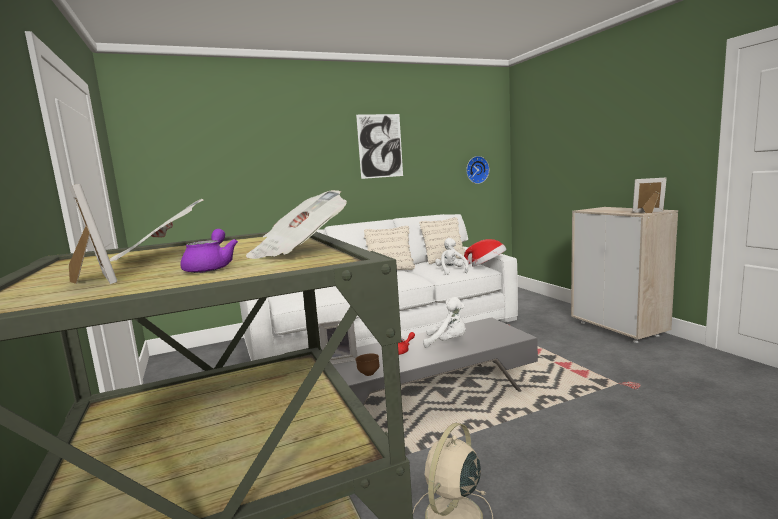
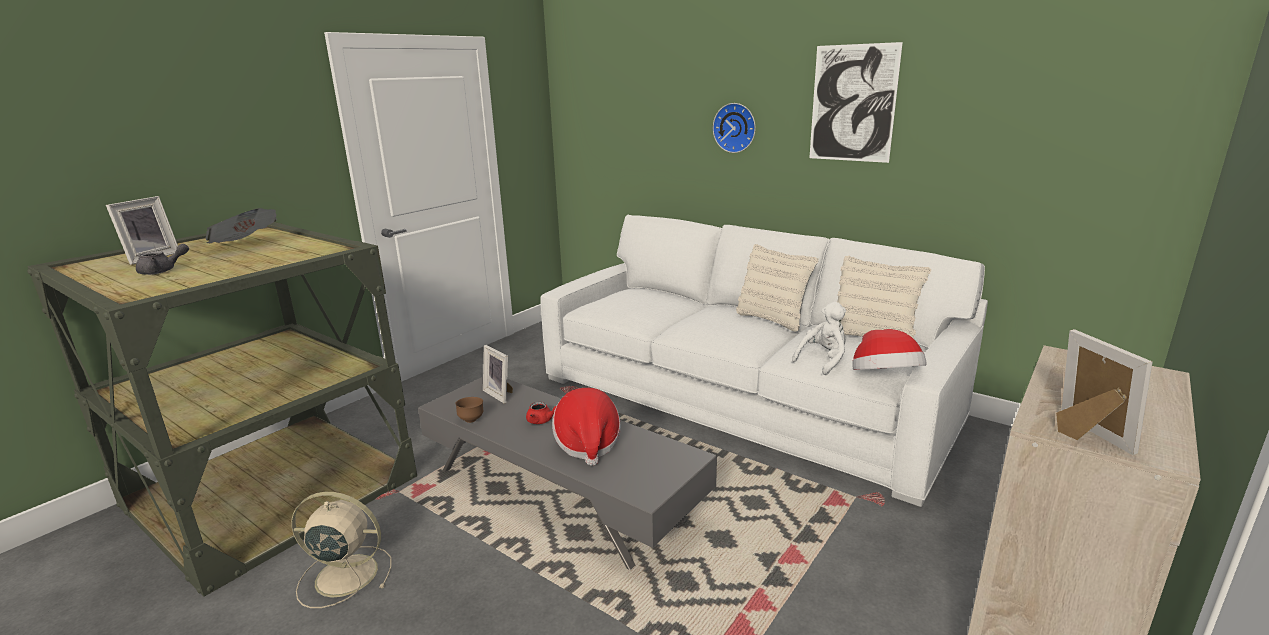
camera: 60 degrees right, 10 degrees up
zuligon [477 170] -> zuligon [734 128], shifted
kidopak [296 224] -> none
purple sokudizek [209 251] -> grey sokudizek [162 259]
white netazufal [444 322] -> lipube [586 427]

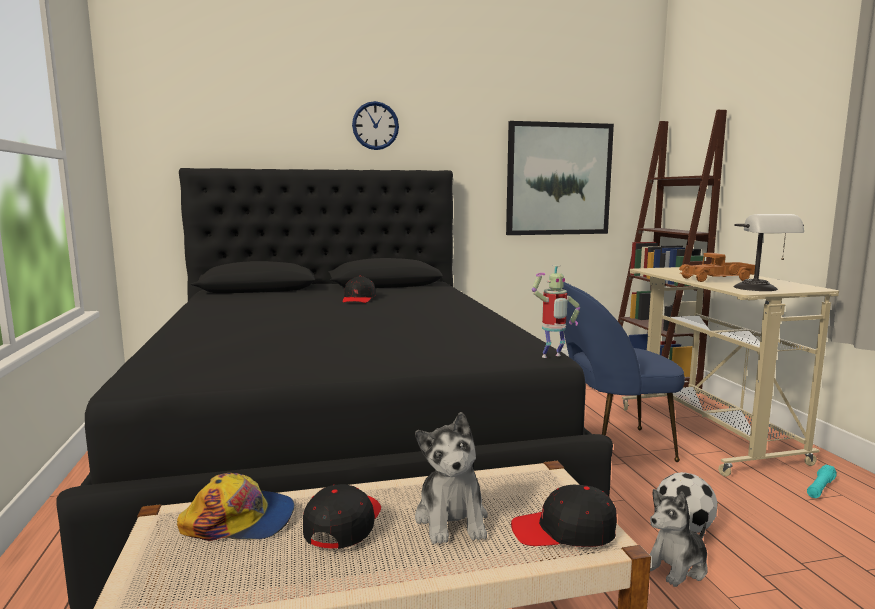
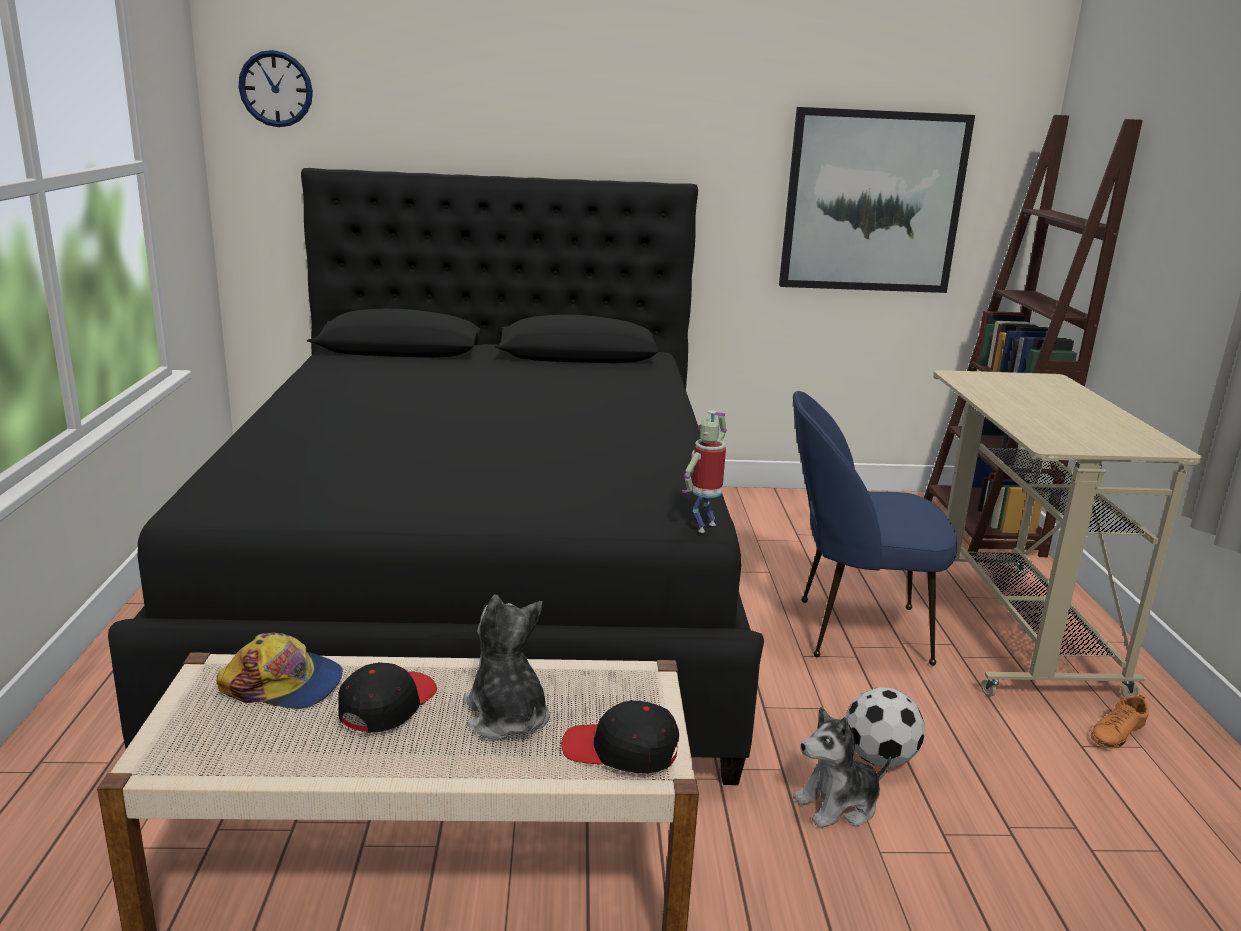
camera: 10 degrees right, 10 degrees up
zuligon [375 125] -> zuligon [275 88], shifted
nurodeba [768 252] -> none
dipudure [717 267] -> none
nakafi [556 311] -> nakafi [704 471], 135 degrees clockwise
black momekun [359 289] -> none
netazufal [451 478] -> netazufal [506 667], 150 degrees clockwise
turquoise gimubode [822 481] -> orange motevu [1120 721]

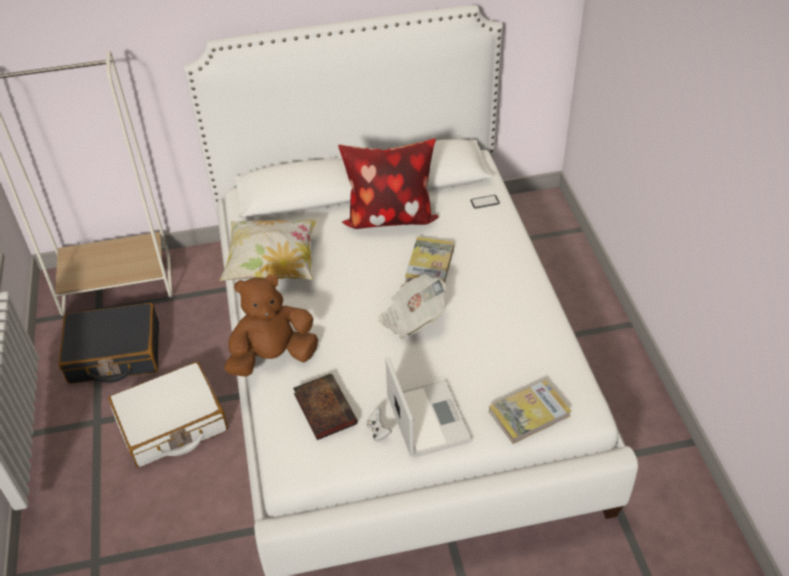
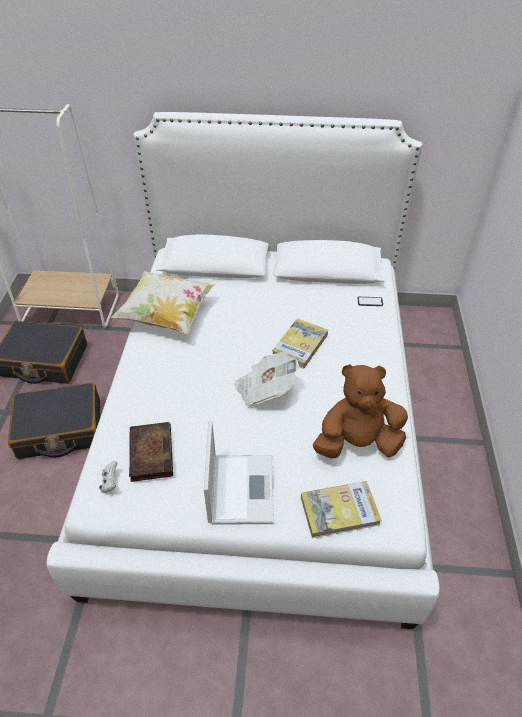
camera: 15 degrees right, 0 degrees up
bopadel [388 183] -> none
brown netazufal [271 326] -> brown netazufal [360 411], shifted
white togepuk [168 415] -> black togepuk [54 421]
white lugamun [379 425] -> white lugamun [108 477], shifted

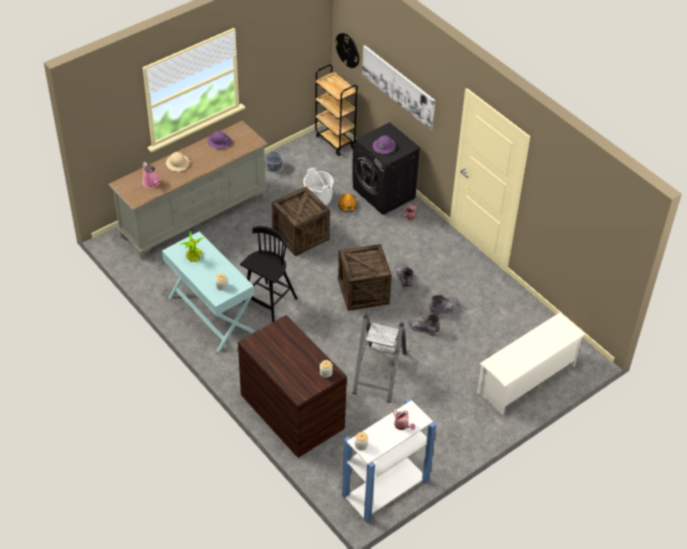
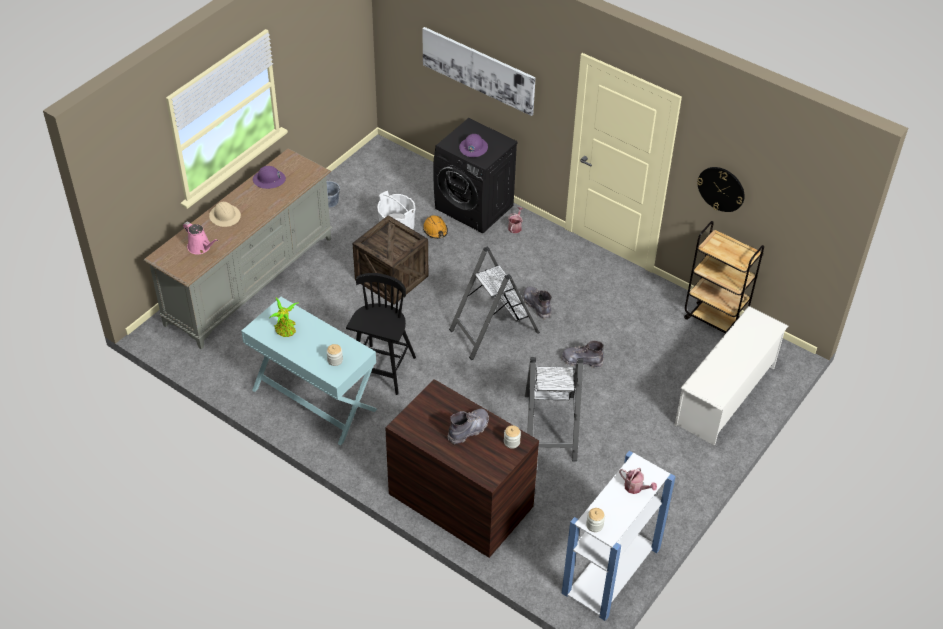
camera: 15 degrees left, 0 degrees up
zuligon [347 50] -> zuligon [721 189], shifted
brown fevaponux [336 110] -> brown fevaponux [724 277], shifted
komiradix [365 277] -> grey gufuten [494 303]
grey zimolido [443 305] -> grey zimolido [468 427], shifted

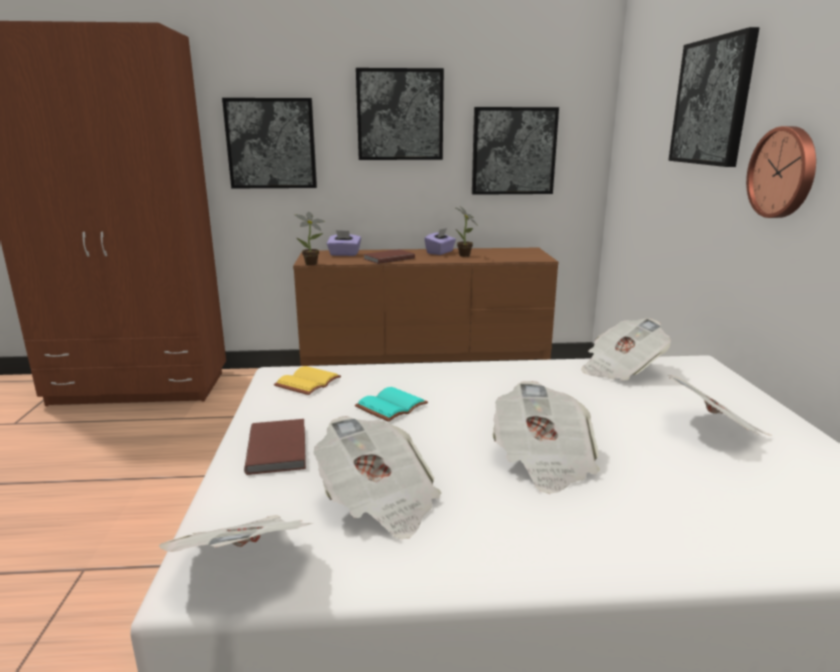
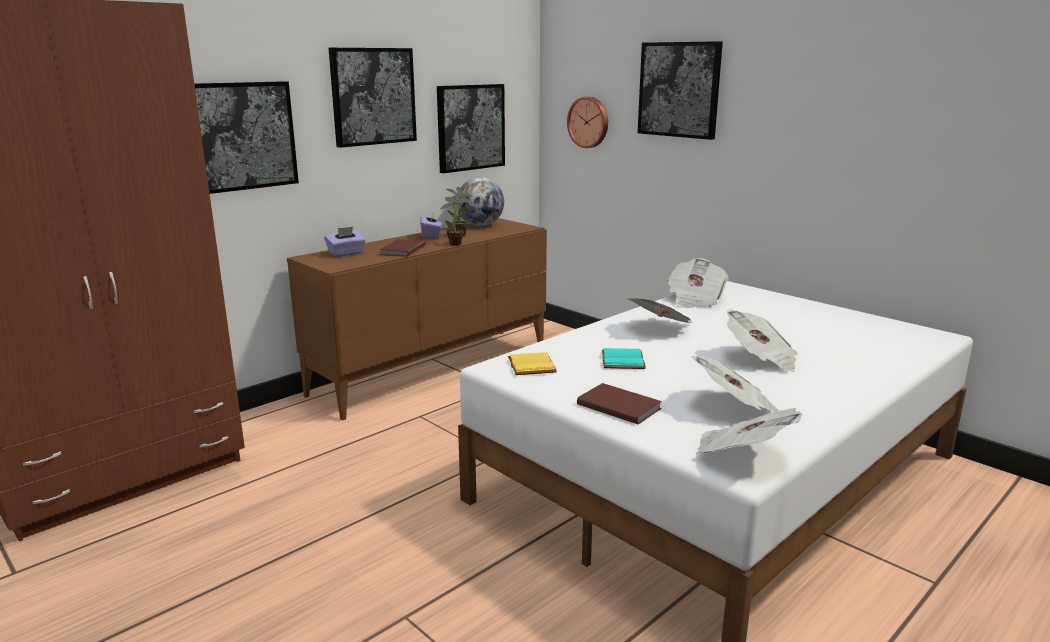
camera: 40 degrees left, 0 degrees up
zuligon [781 172] -> zuligon [587 122], shifted
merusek [310 238] -> merusek [455 219], shifted
kidopak [720 405] -> kidopak [660 310], shifted
none -> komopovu [481 201]

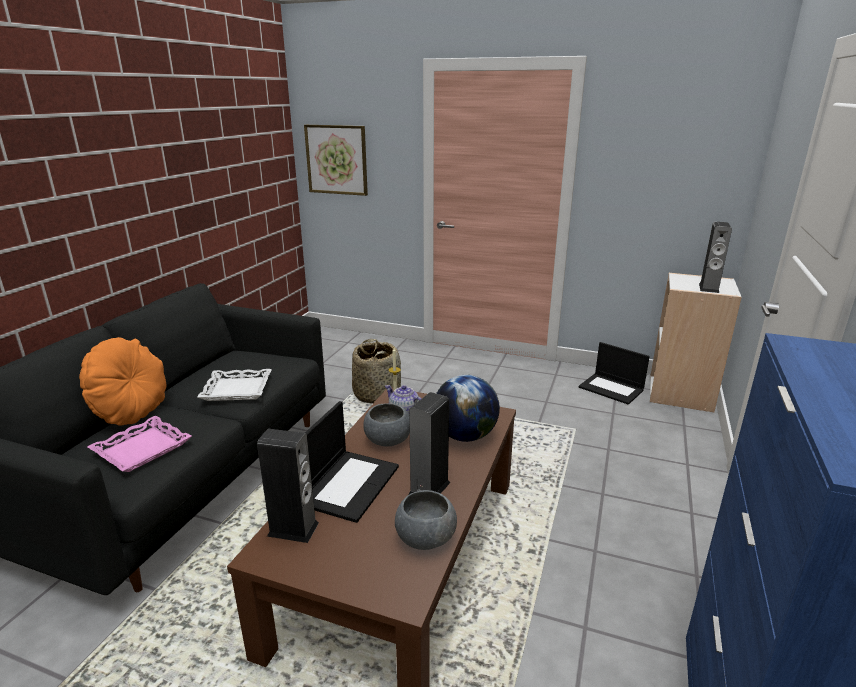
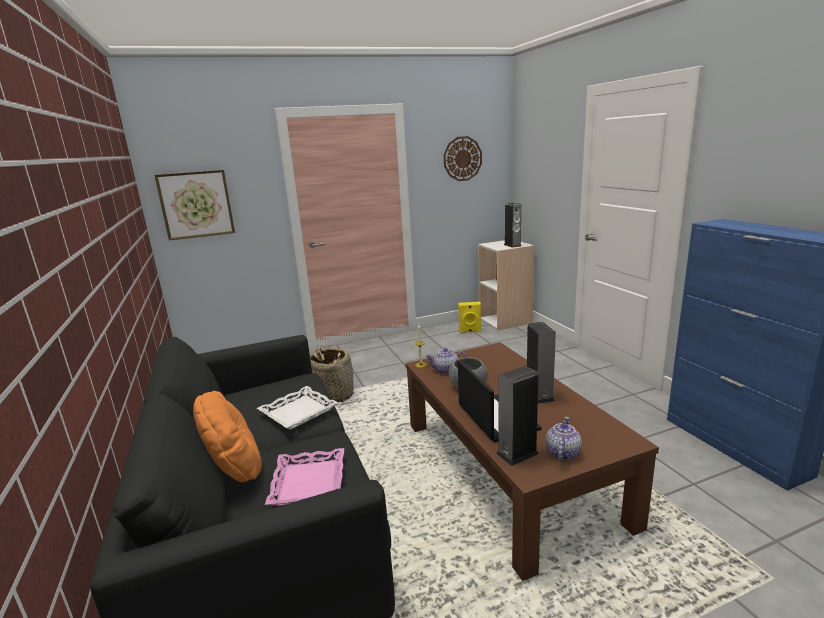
camera: 40 degrees left, 5 degrees down
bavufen [614 373] -> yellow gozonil [469 317]
komopovu [468 408] -> none
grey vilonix [426 520] -> none
none -> zuligon [463 158]
none -> sokudizek [563 438]

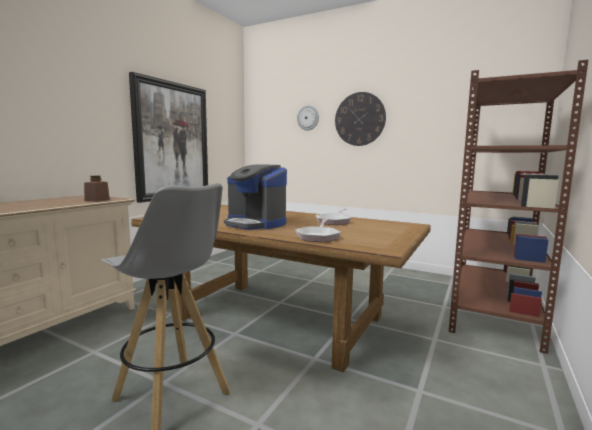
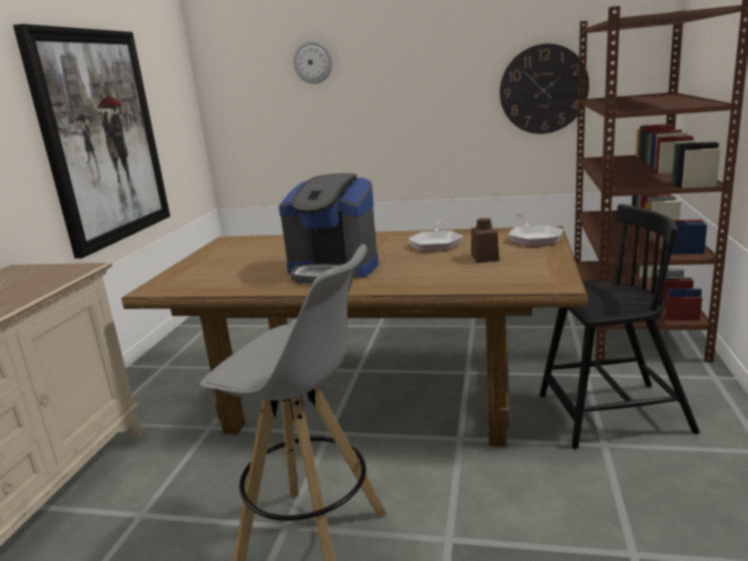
camera: 15 degrees left, 10 degrees up
zuligon [360 119] -> zuligon [544 89], shifted
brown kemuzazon [97 189] -> brown kemuzazon [485 240], shifted
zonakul [318 230] -> zonakul [535 230], shifted
none -> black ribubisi [619 326]

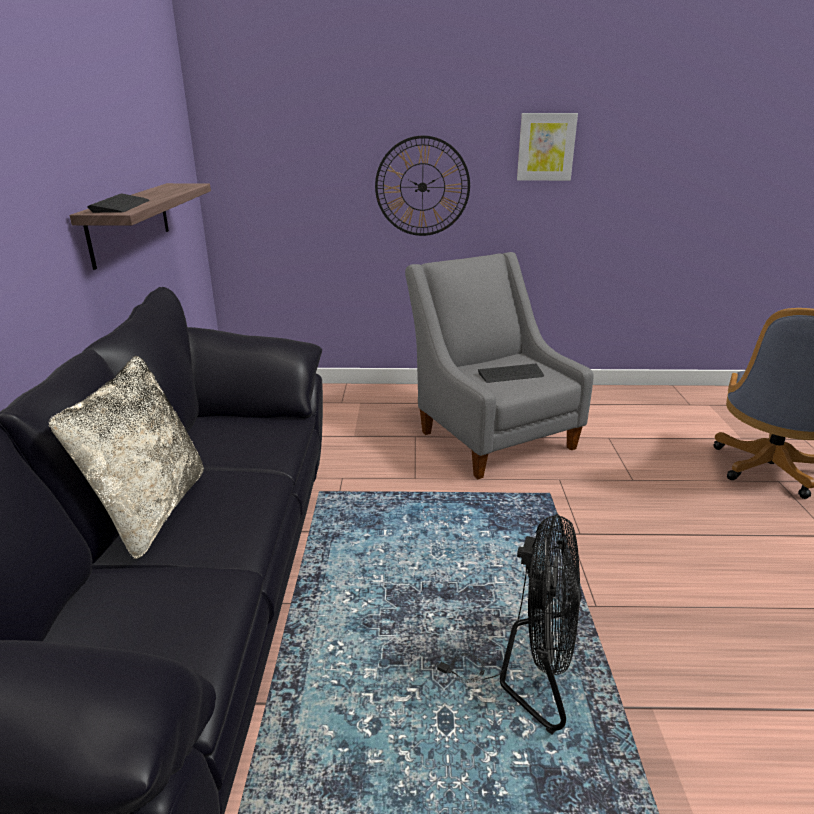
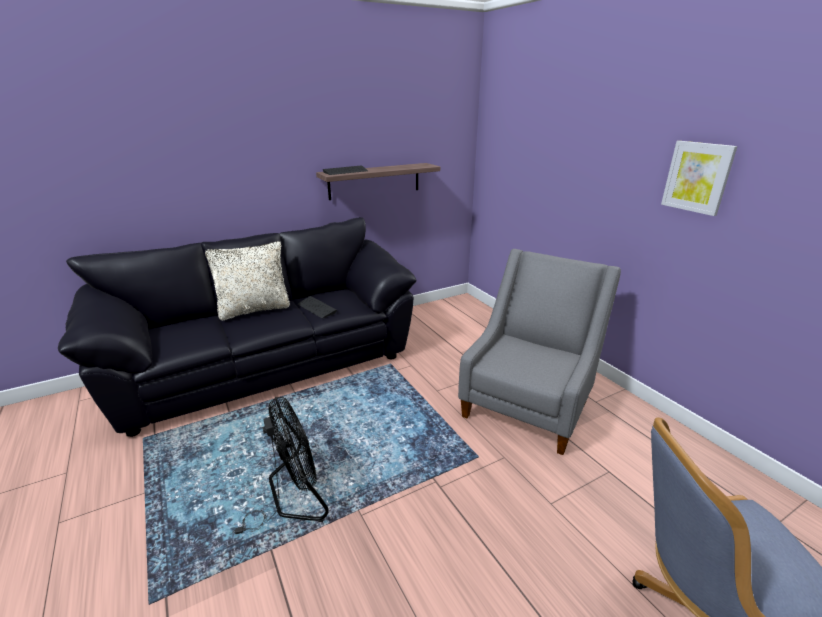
camera: 60 degrees right, 0 degrees up
zuligon [422 185] -> none
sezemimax [511 373] -> sezemimax [317 307], shifted
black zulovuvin [509 624] -> black zulovuvin [281 465], 105 degrees counterclockwise

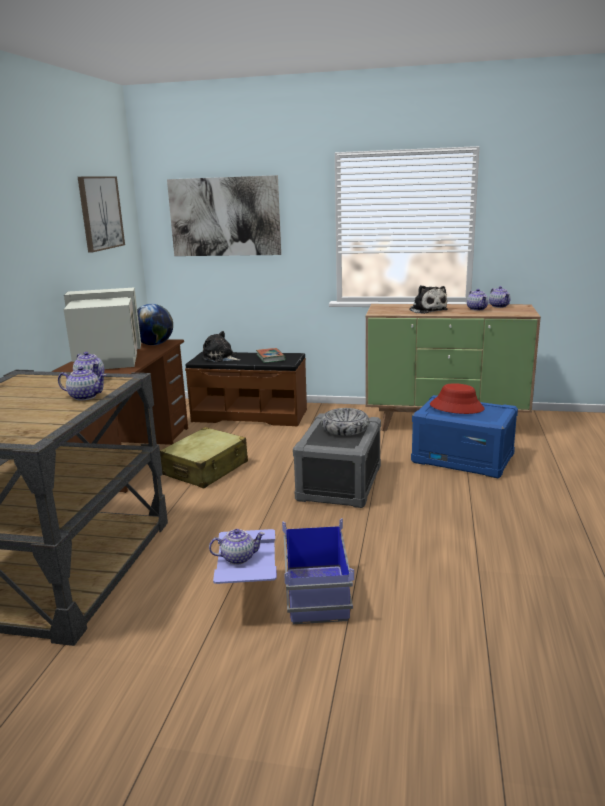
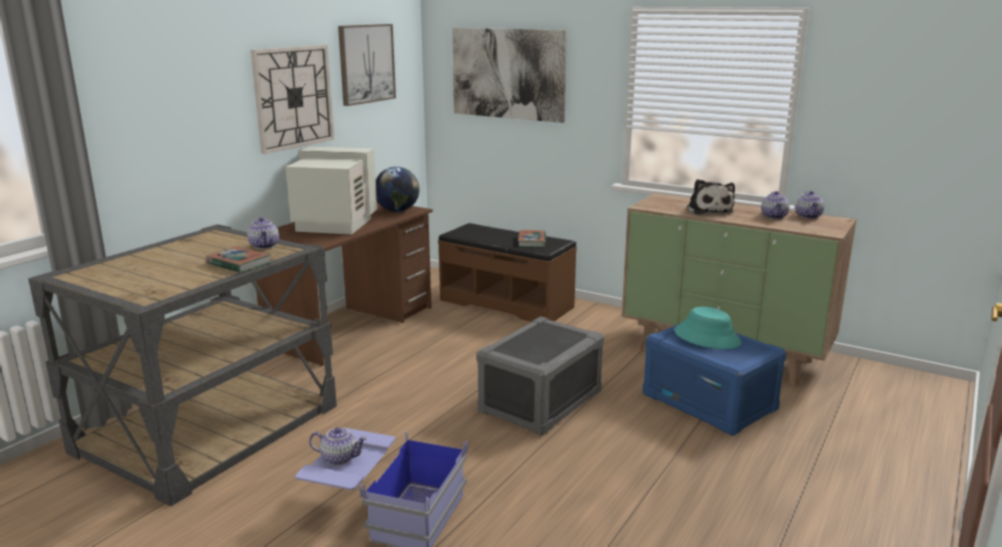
camera: 20 degrees right, 0 degrees up
netazufal [221 346] -> none
sokudizek [82 383] -> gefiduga [238 259]
red lipube [457 398] -> turquoise lipube [707 328]
vilonix [345 421] -> none
beige togepuk [204 457] -> none
none -> zuligon [292 99]

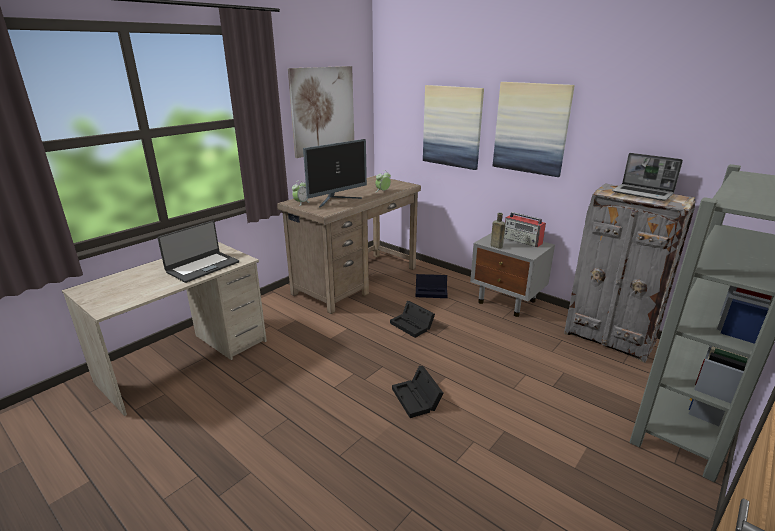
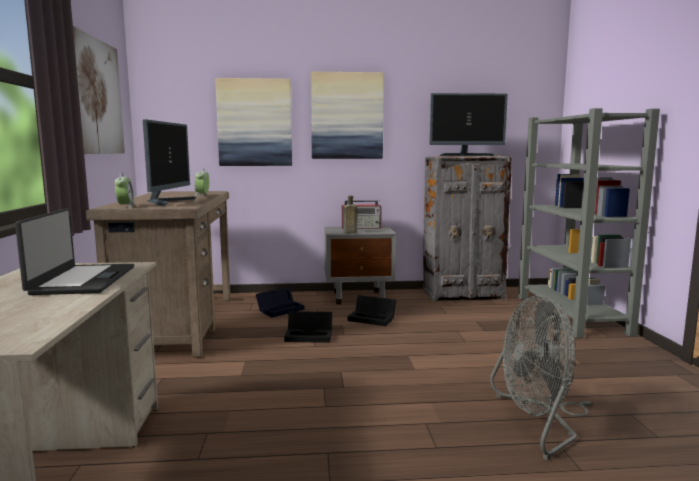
camera: 45 degrees left, 15 degrees down
bavufen [647 177] -> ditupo [469 124]
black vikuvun [418 392] -> black vikuvun [371 310], shifted
none -> grey zulovuvin [541 377]

